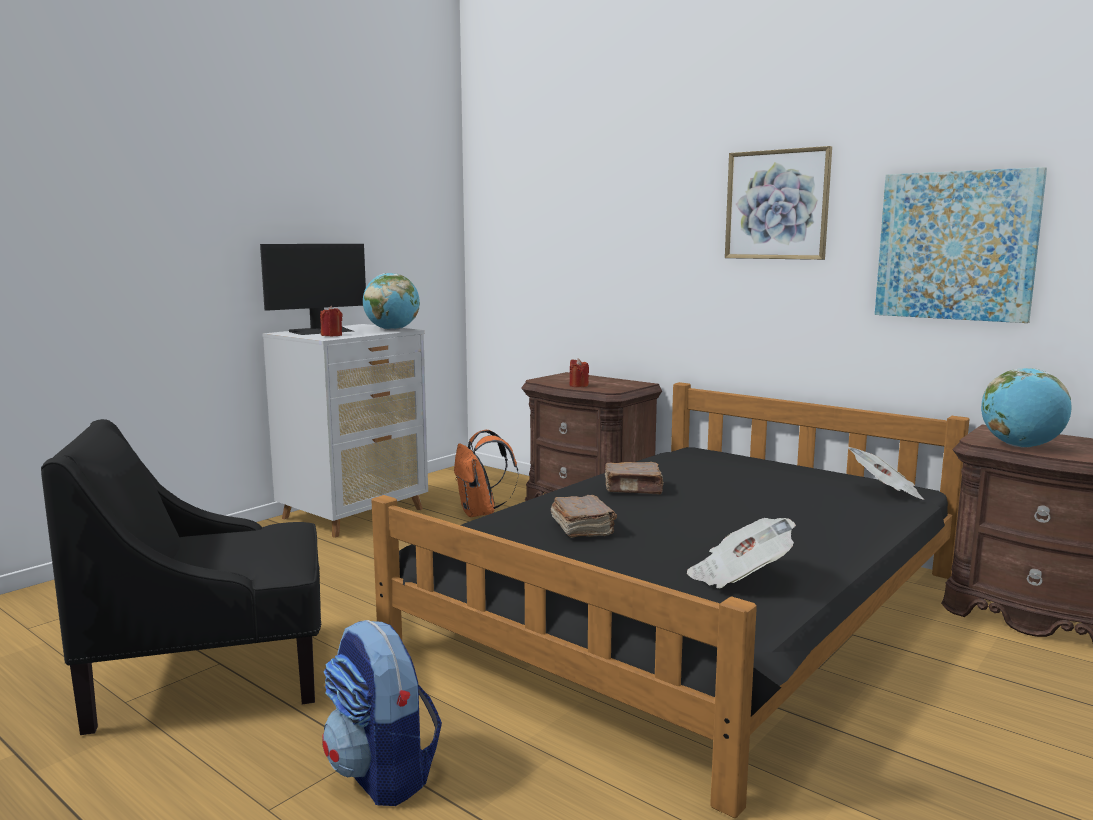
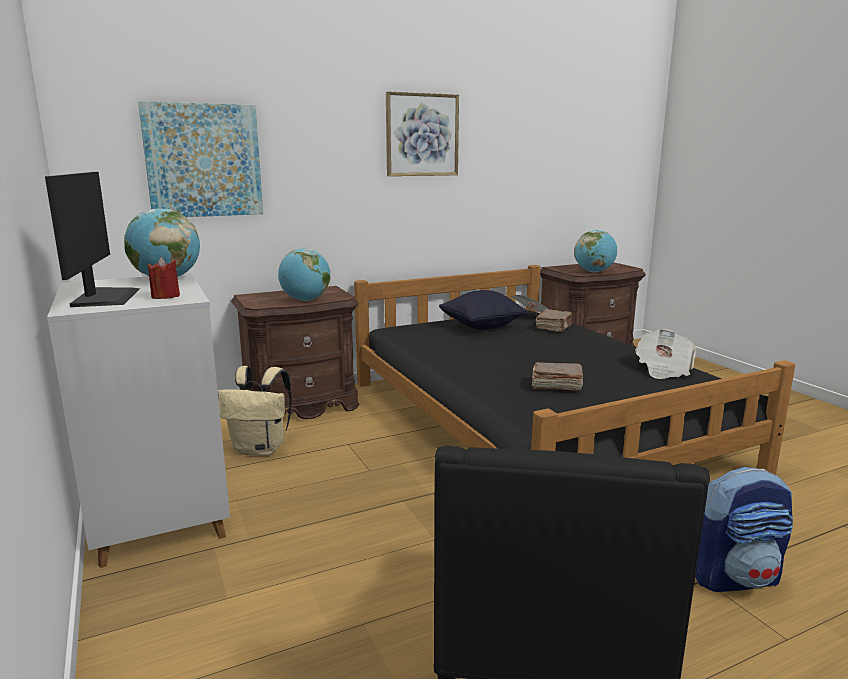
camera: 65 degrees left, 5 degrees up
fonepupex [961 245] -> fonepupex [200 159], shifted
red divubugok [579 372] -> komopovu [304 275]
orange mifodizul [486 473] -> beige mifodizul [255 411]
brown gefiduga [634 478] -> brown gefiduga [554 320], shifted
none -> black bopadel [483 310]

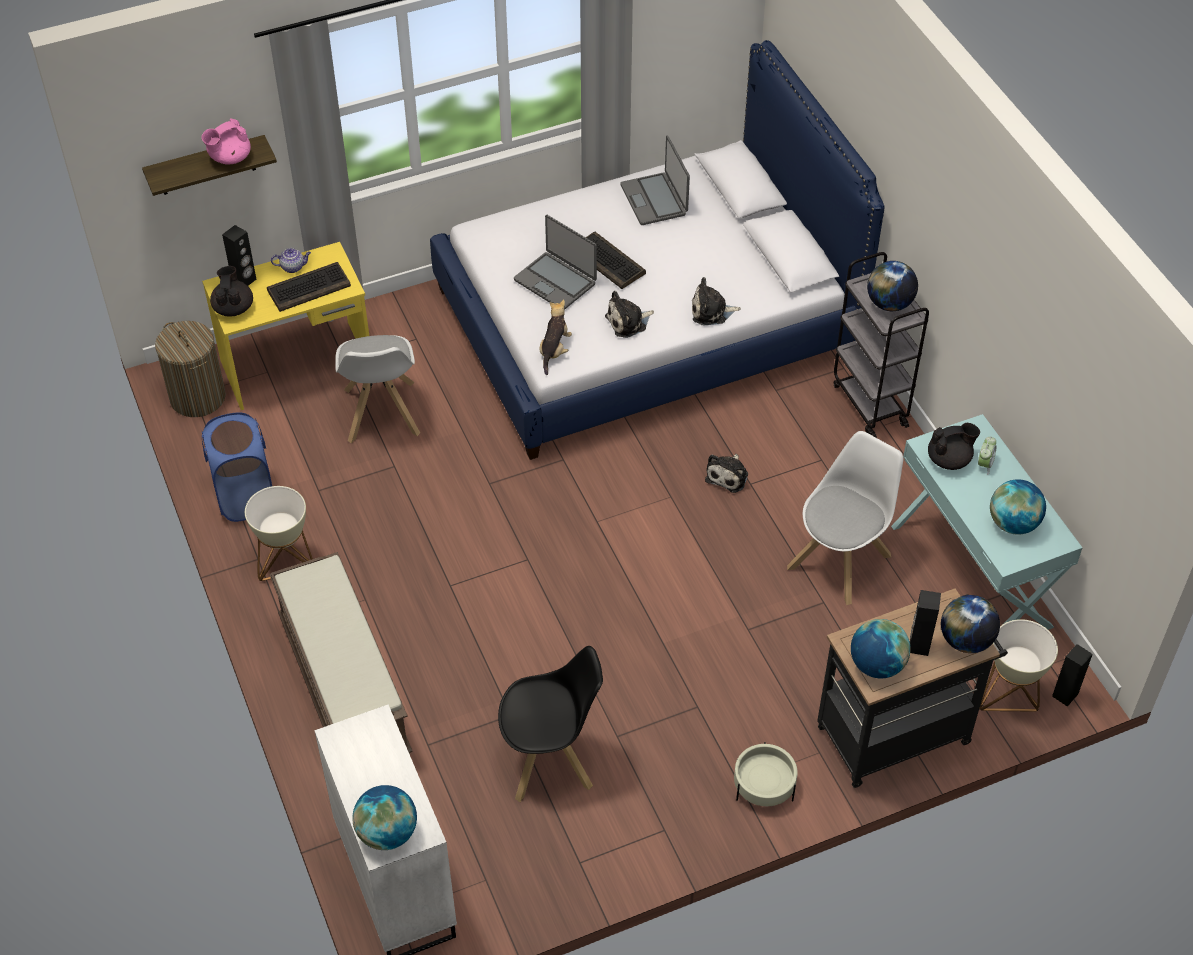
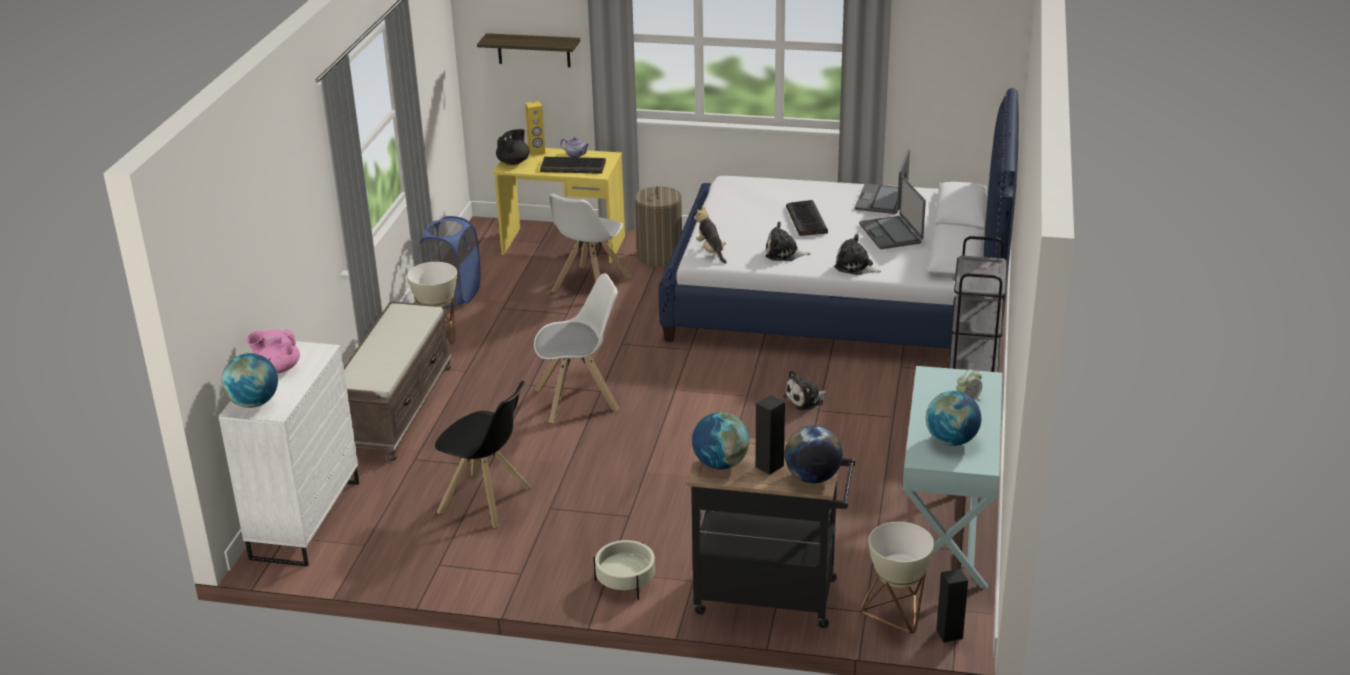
camera: 35 degrees right, 20 degrees down
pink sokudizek [226 142] -> pink sokudizek [273 351], shifted
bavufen [555 262] -> bavufen [892 212], shifted
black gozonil [239 255] -> yellow gozonil [535 128]
komopovu [892 286] -> none
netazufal [555 337] -> netazufal [710 234], 75 degrees counterclockwise
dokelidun [190 369] -> dokelidun [658 226], shifted
black sokudizek [954 446] -> none
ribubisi [845 518] -> ribubisi [577 348], shifted

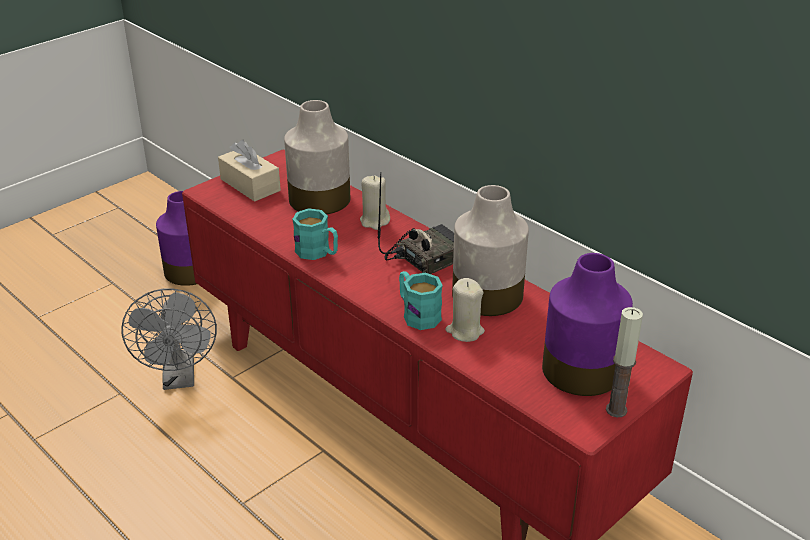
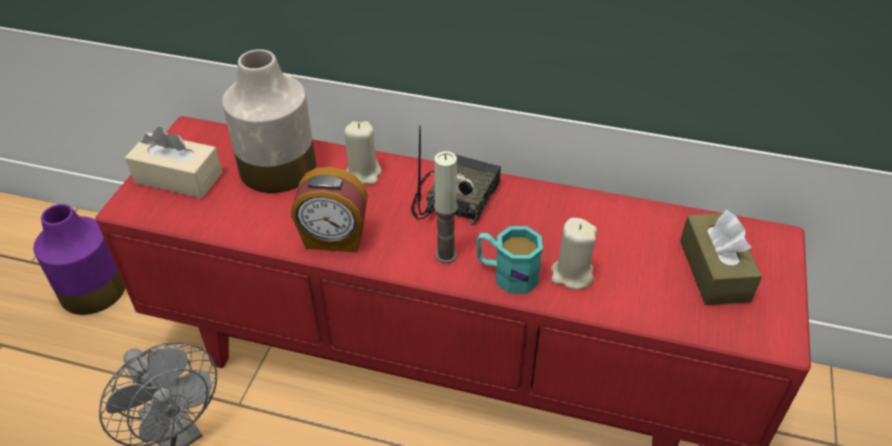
camera: 30 degrees left, 10 degrees up
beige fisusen [490 250] -> none
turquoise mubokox [315 234] -> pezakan [329 209]
purple fisusen [587 324] -> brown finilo [721 257]
divubugok [624 362] -> divubugok [446 207], shifted

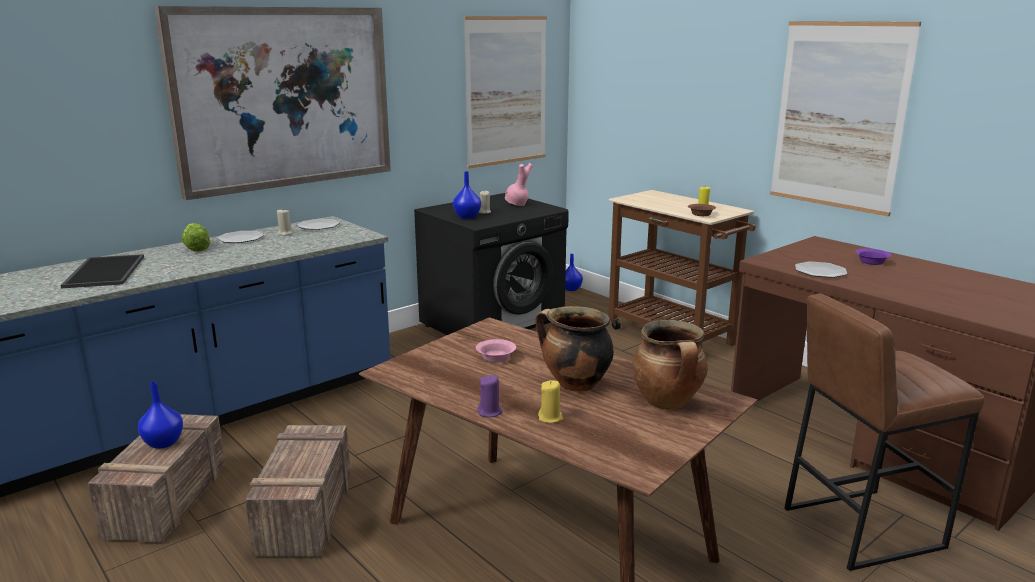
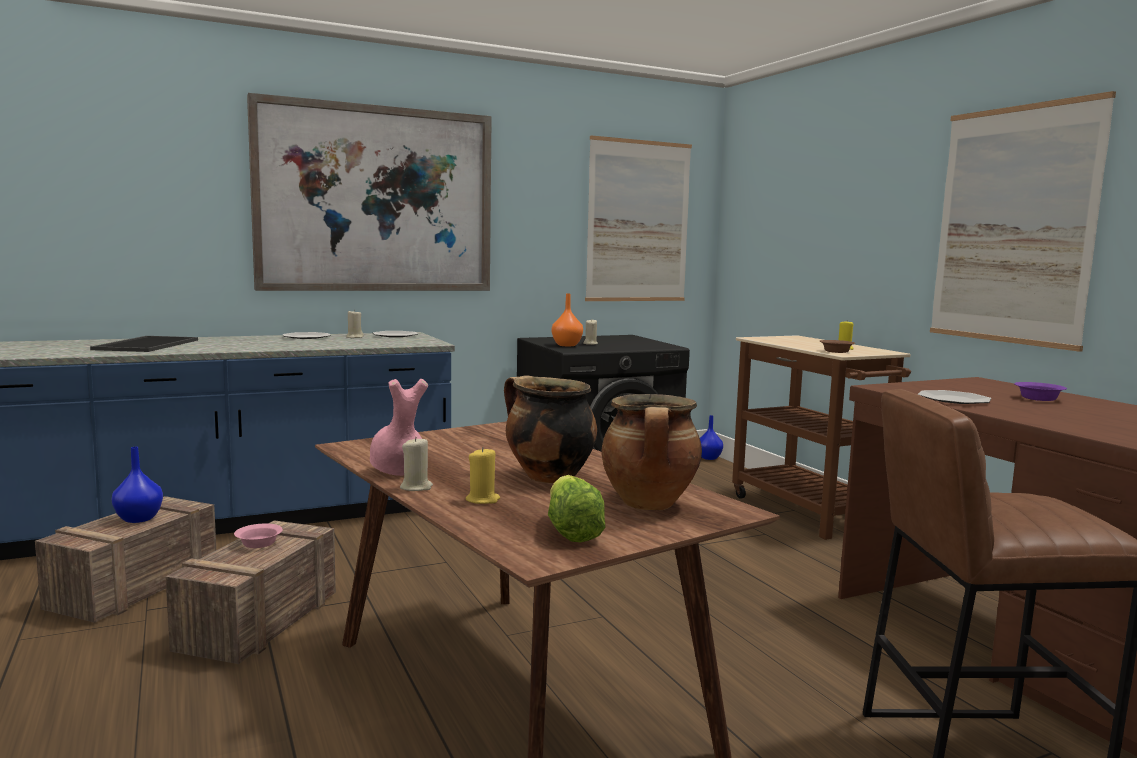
camera: 15 degrees right, 10 degrees down
pink fisusen [519 184] -> pink fisusen [399 427], shifted
blue fisusen [467 195] -> orange fisusen [567 320]
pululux [196 237] -> pululux [576 508], shifted
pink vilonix [496 350] -> pink vilonix [258 536], shifted
purple divubugok [490 396] -> beige divubugok [416 464]

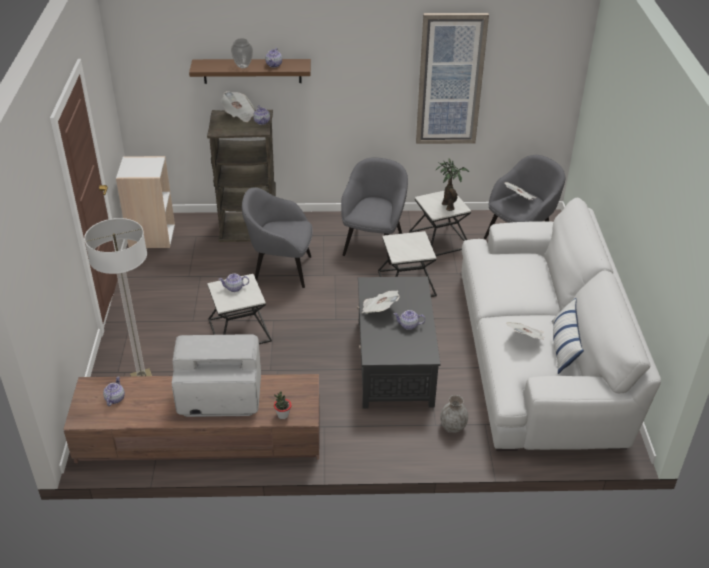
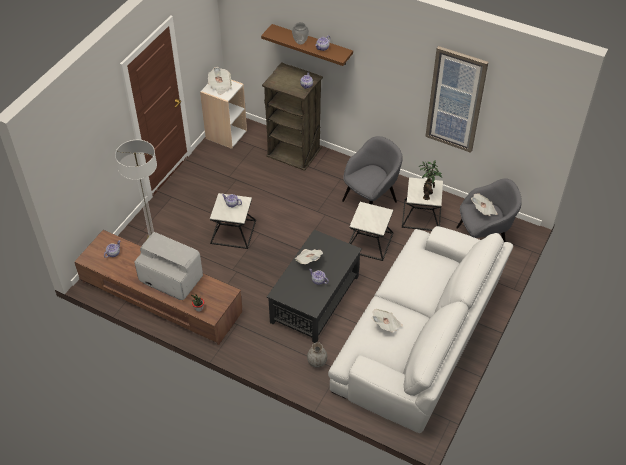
camera: 30 degrees right, 10 degrees up
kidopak [238 106] -> kidopak [220 81], shifted
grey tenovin [277 237] -> none
bopadel [568 336] -> none

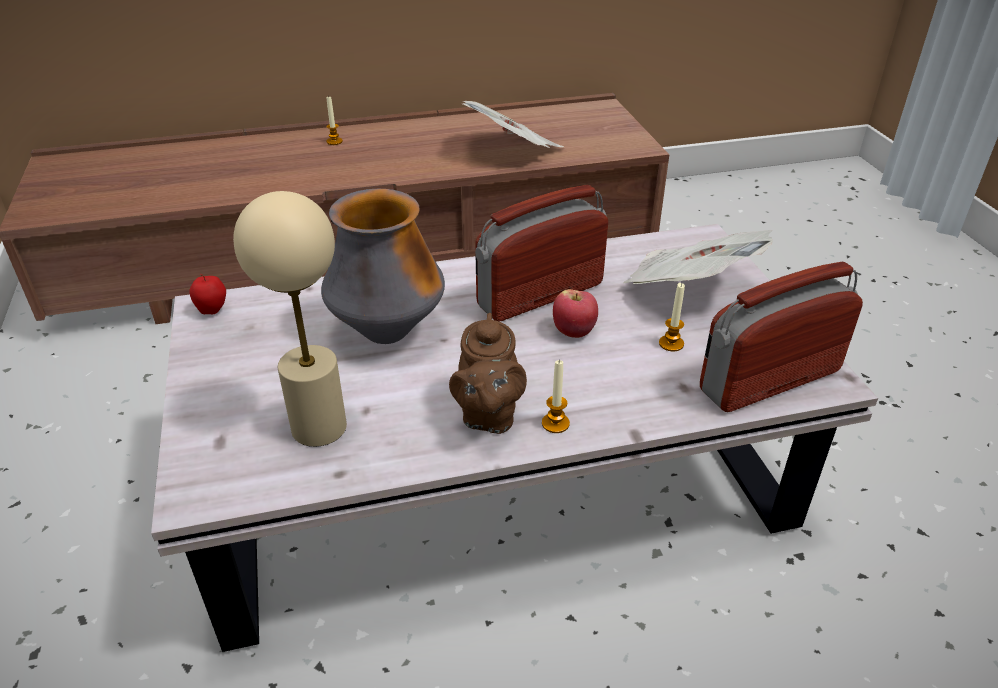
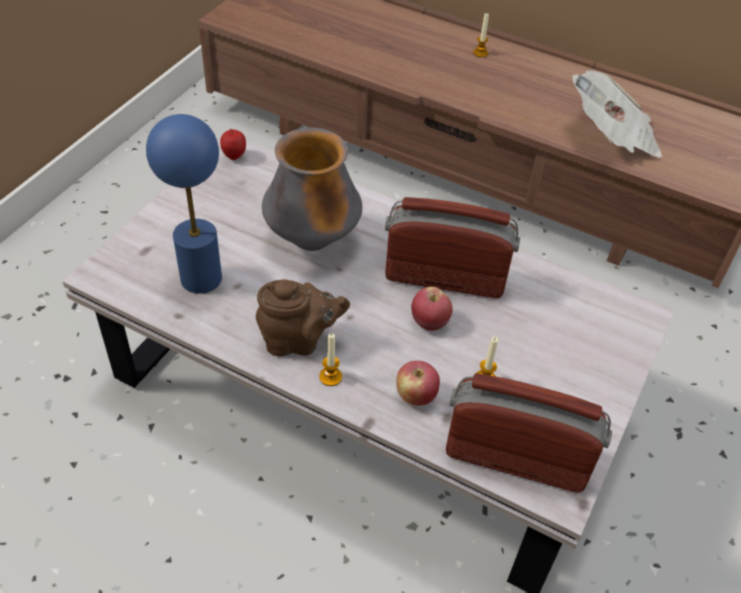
camera: 40 degrees right, 10 degrees up
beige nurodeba [290 319] -> blue nurodeba [184 204]
kidopak [698 257] -> none
brown sokudizek [488 373] -> brown sokudizek [303 318], 135 degrees counterclockwise
none -> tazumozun [418 383]

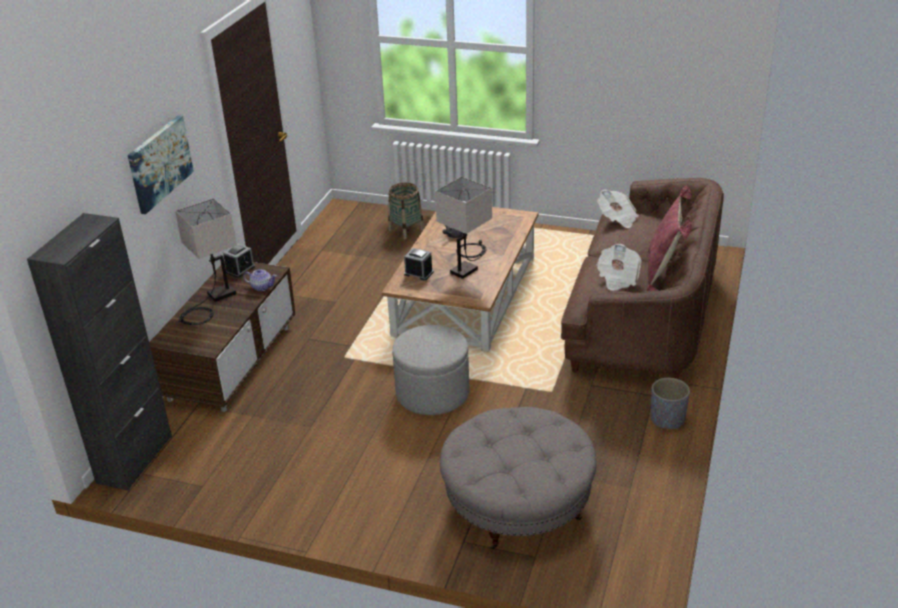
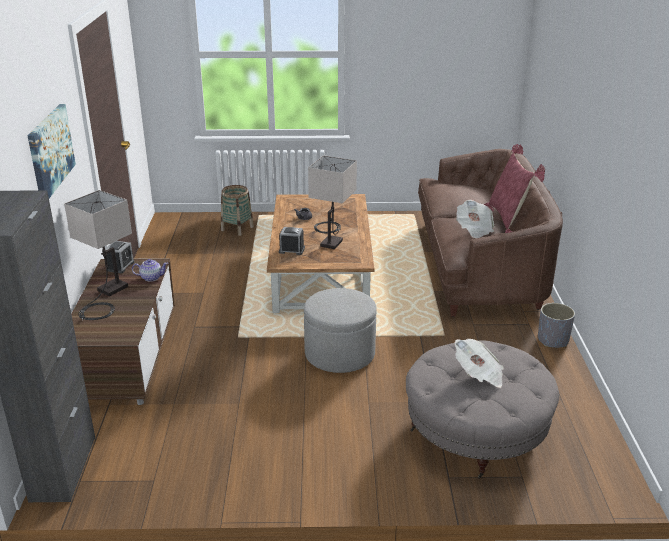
camera: 20 degrees left, 5 degrees down
kidopak [618 208] -> kidopak [479 363], shifted

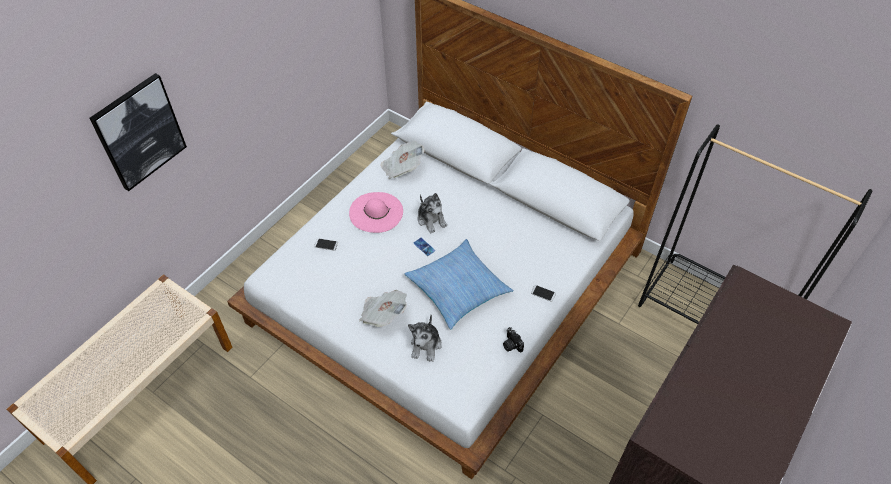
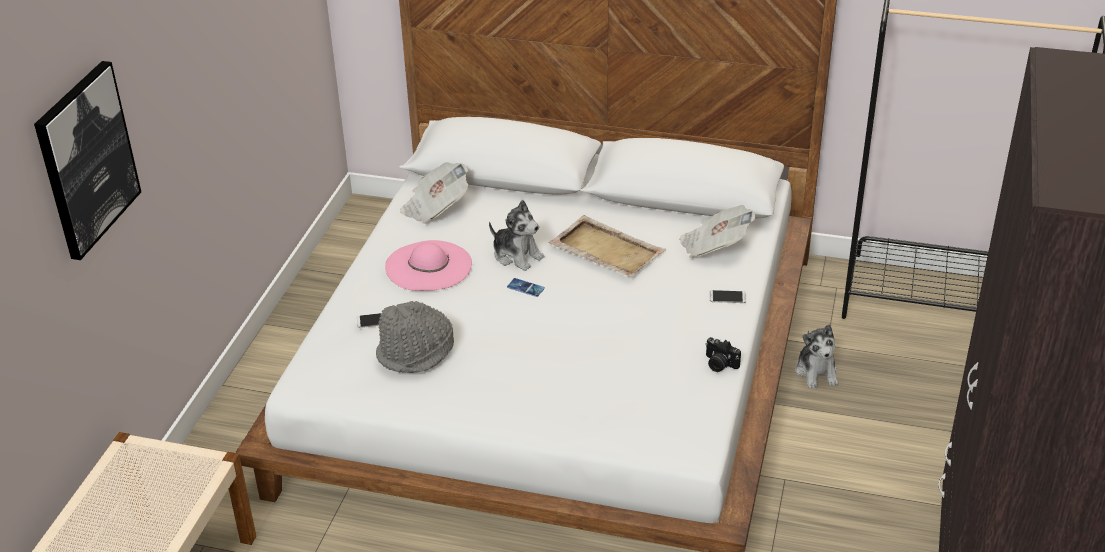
camera: 20 degrees left, 15 degrees down
bopadel [459 284] -> none
kidopak [383 308] -> kidopak [717 231], shifted
netazufal [425 338] -> netazufal [816 356], shifted
none -> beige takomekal [607 246]
none -> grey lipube [415 337]

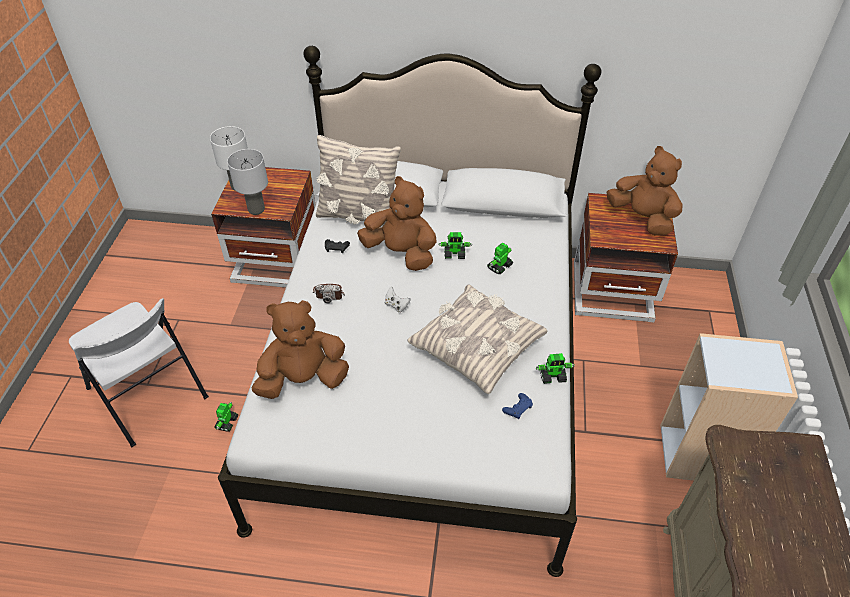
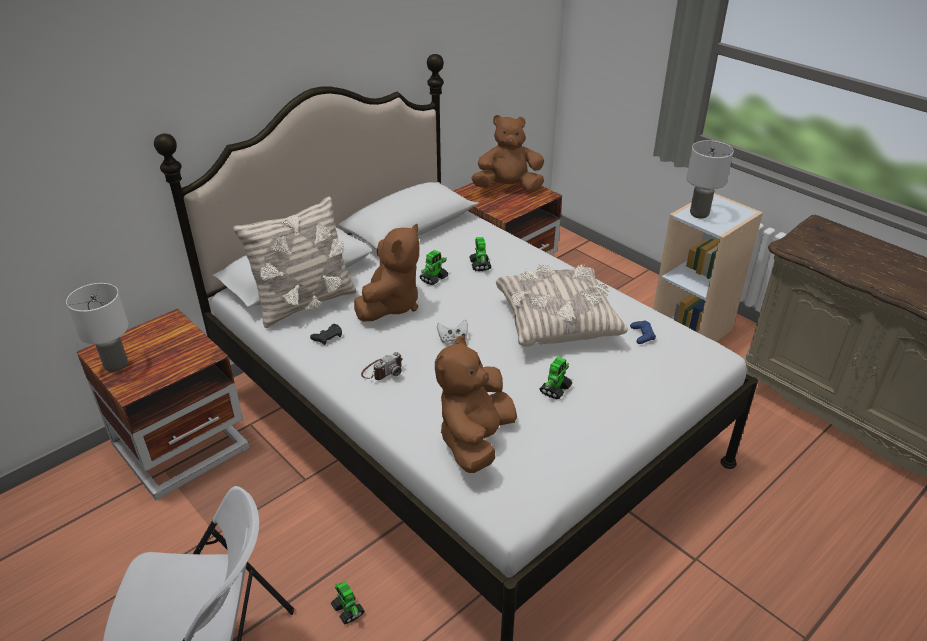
camera: 50 degrees left, 10 degrees down
white nurodeba [247 182] -> white nurodeba [710 179], shifted
brown netazufal [396 223] -> brown netazufal [386 272], 135 degrees clockwise
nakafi [555 368] -> nakafi [555 378], shifted

